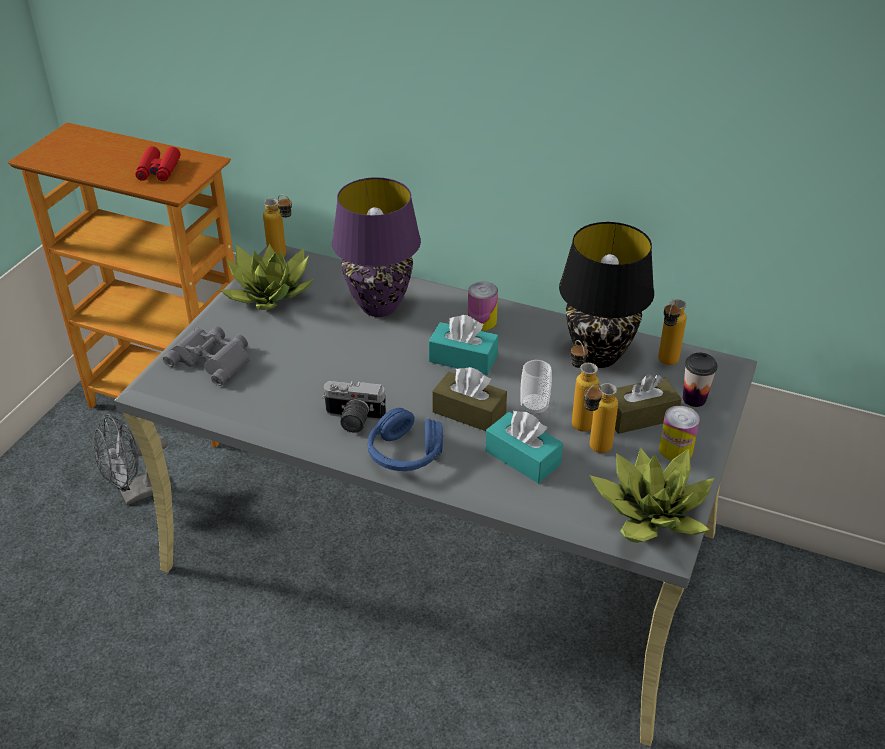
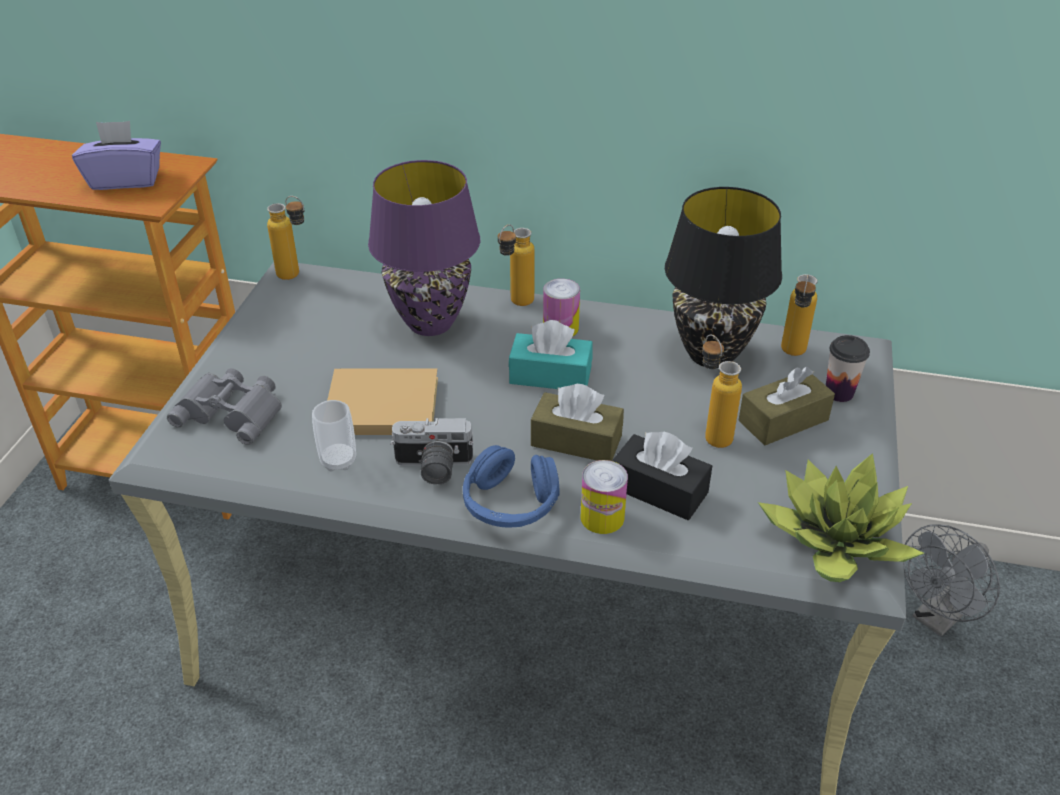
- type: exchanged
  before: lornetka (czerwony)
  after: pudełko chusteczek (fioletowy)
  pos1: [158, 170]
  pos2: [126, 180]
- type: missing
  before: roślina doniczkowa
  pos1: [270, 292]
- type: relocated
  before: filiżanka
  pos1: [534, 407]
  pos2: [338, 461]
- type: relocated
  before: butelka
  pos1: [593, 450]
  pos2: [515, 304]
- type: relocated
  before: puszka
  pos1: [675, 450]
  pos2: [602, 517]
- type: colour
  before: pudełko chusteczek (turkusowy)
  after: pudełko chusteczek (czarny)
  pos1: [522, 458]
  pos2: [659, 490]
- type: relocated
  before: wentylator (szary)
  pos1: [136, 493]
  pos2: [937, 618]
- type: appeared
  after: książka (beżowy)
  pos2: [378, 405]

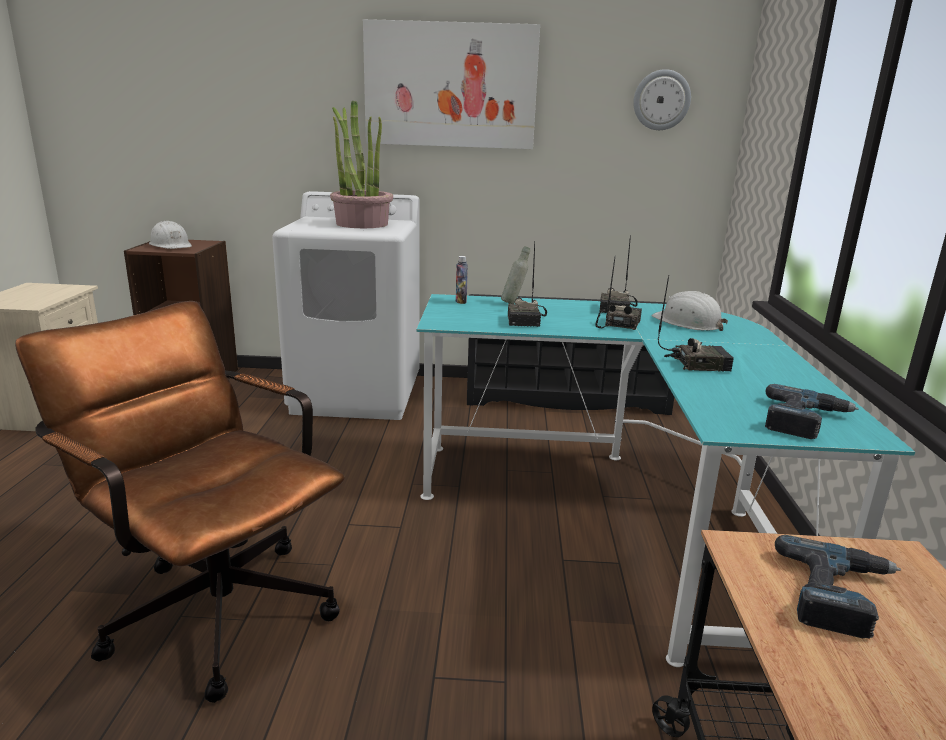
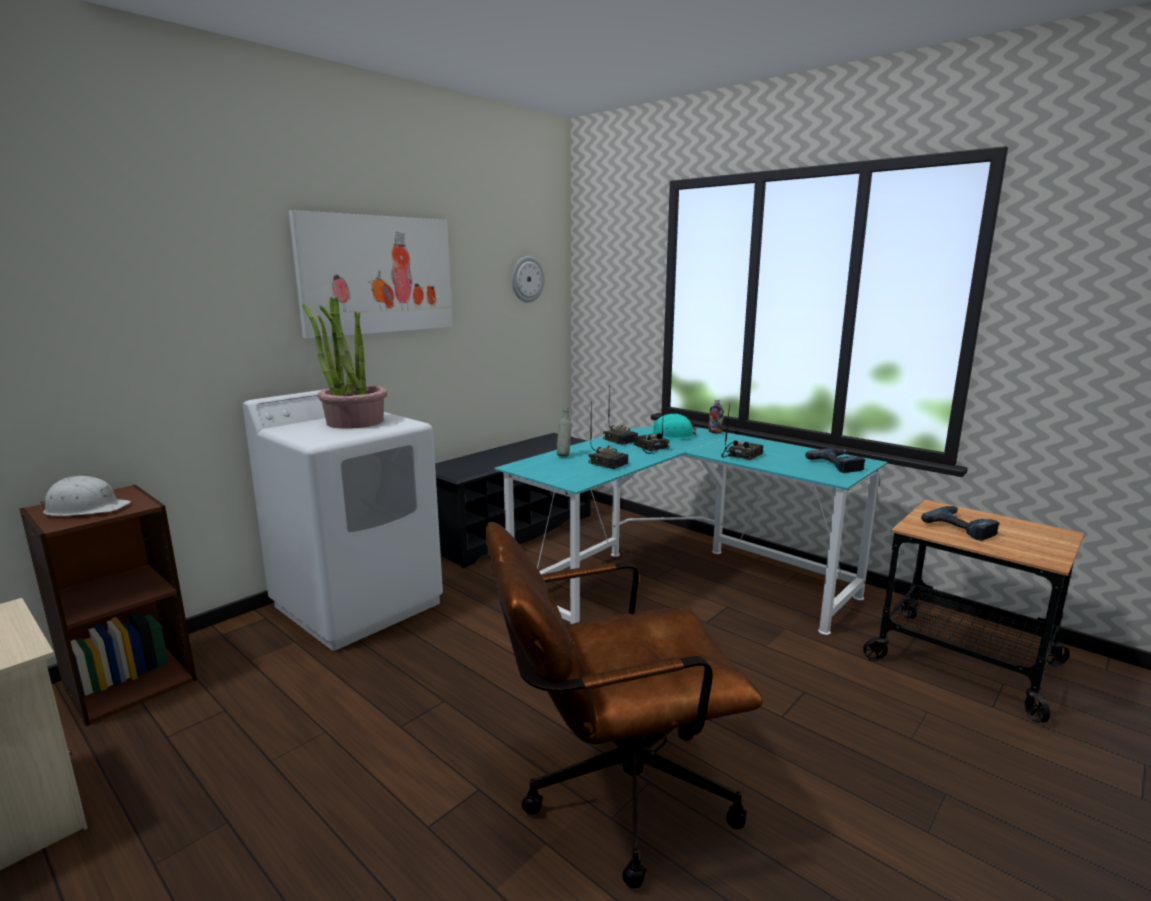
- type: relocated
  before: butelka
  pos1: [461, 301]
  pos2: [715, 432]
- type: colour
  before: kask (biały)
  after: kask (turkusowy)
  pos1: [688, 322]
  pos2: [670, 436]

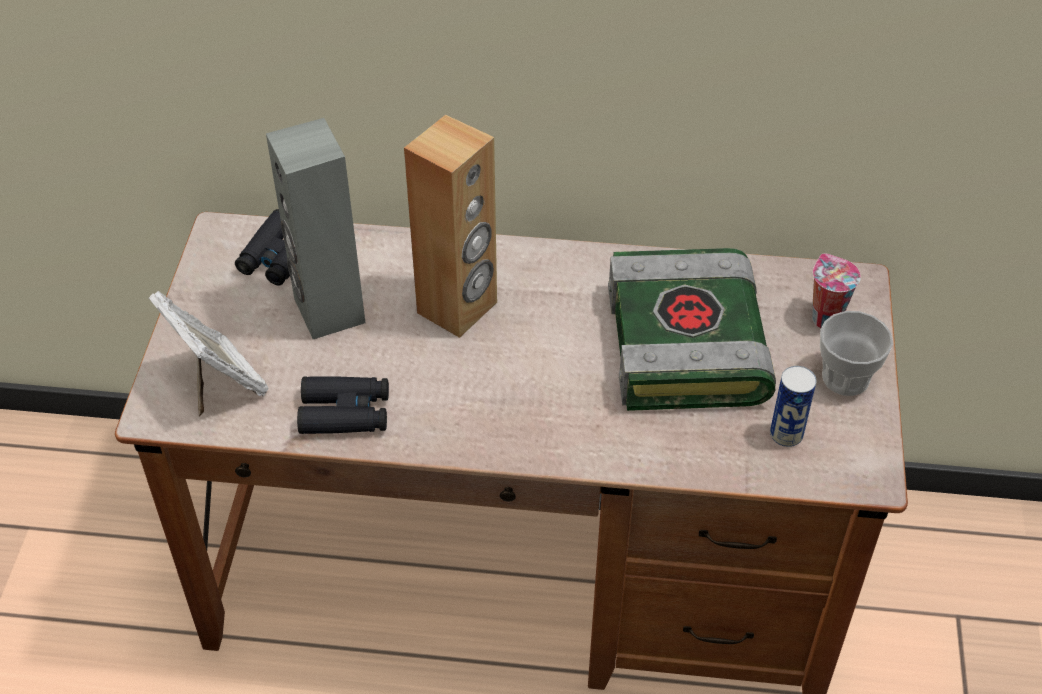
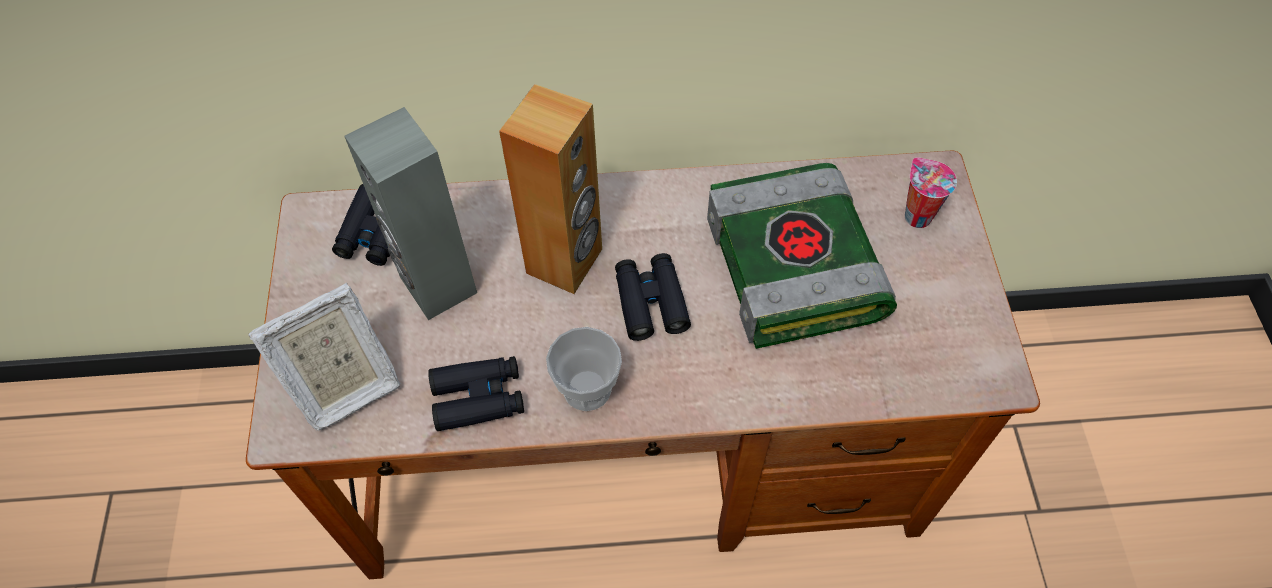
- type: spun
  before: ramka na zdjęcie
  pos1: [220, 384]
  pos2: [344, 387]
  turn: 105
- type: relocated
  before: filiżanka
  pos1: [845, 378]
  pos2: [587, 389]
- type: missing
  before: puszka
  pos1: [786, 434]
- type: appeared
  after: lornetka (czarny)
  pos2: [651, 302]

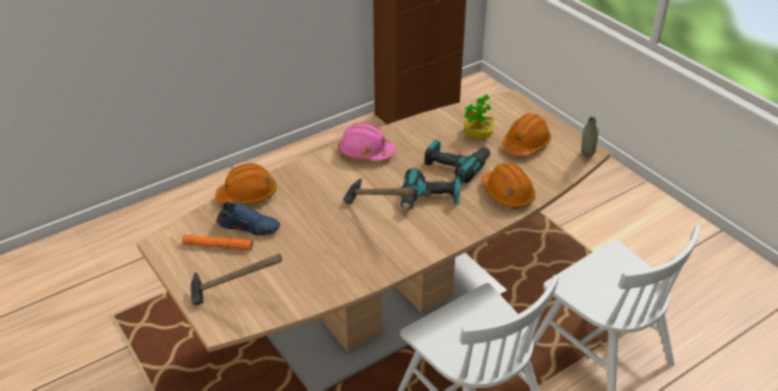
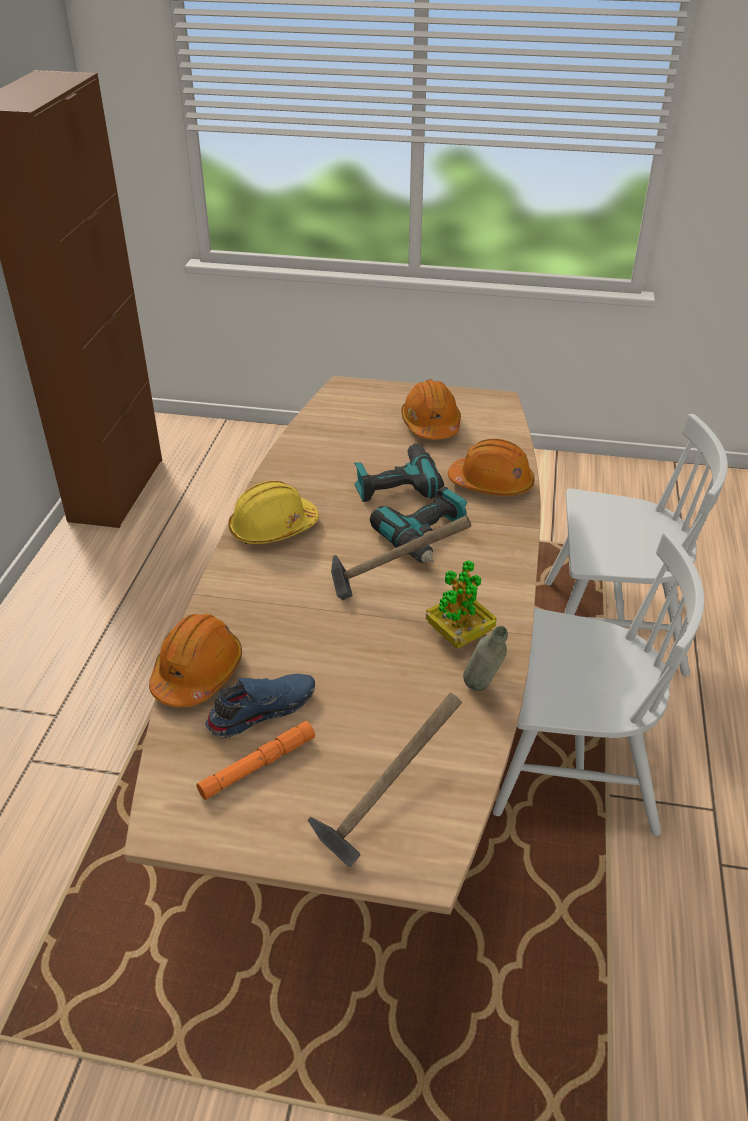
- type: relocated
  before: roślina doniczkowa
  pos1: [477, 135]
  pos2: [459, 634]
- type: relocated
  before: butelka (szary)
  pos1: [586, 157]
  pos2: [482, 692]
- type: colour
  before: kask (różowy)
  after: kask (żółty)
  pos1: [365, 152]
  pos2: [273, 528]

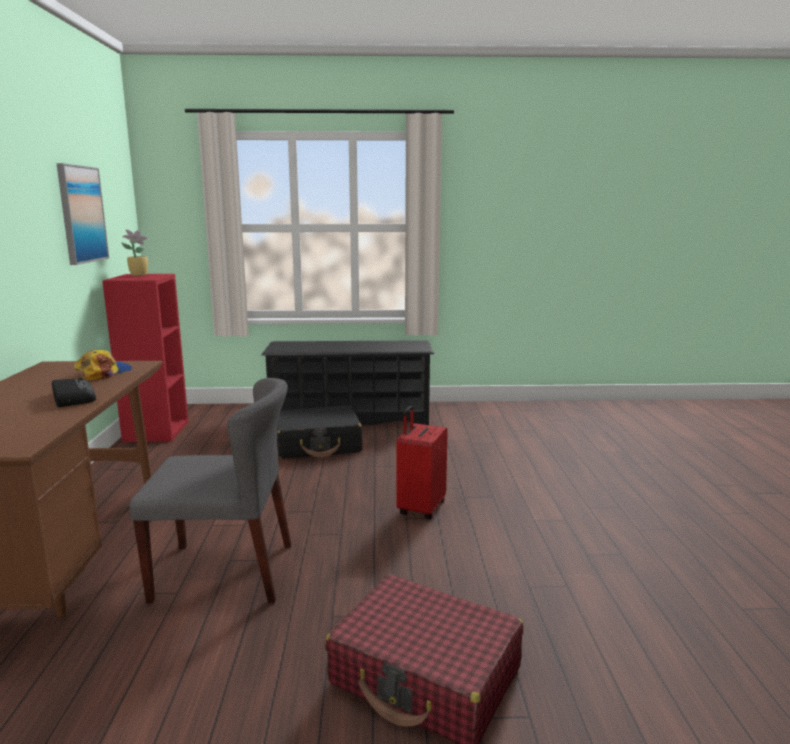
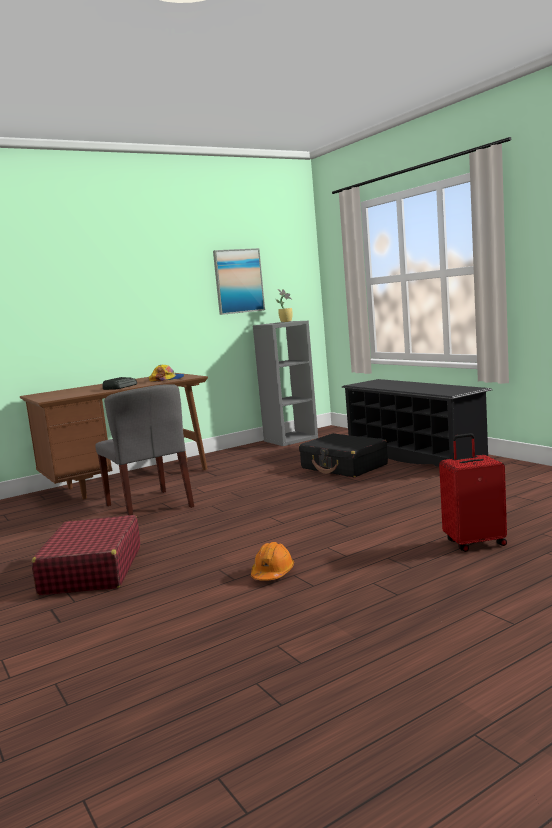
- type: colour
  before: regał (czerwony)
  after: regał (szary)
  pos1: [156, 431]
  pos2: [291, 439]
- type: relocated
  before: walizka (czerwony)
  pos1: [420, 508]
  pos2: [474, 543]
- type: appeared
  after: kask (pomarańczowy)
  pos2: [272, 573]

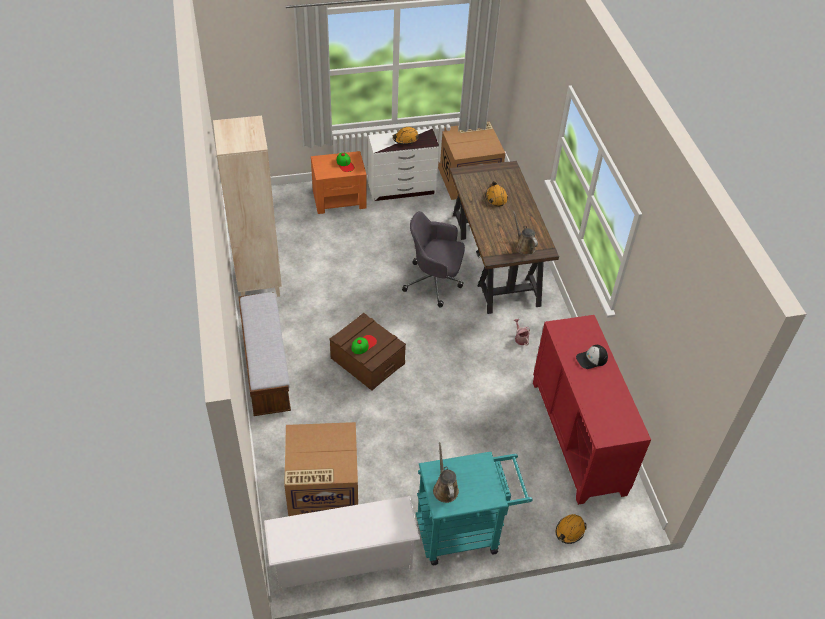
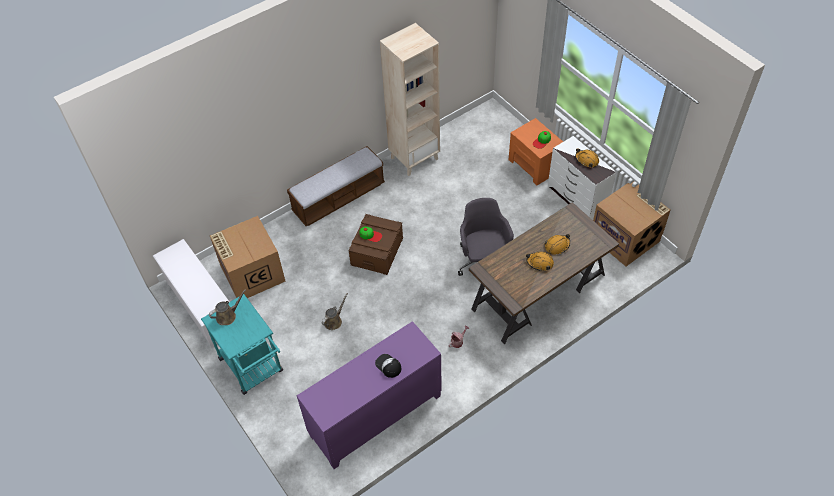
- type: relocated
  before: konewka (brązowy)
  pos1: [524, 246]
  pos2: [334, 321]
- type: colour
  before: szafka (czerwony)
  after: szafka (fioletowy)
  pos1: [578, 437]
  pos2: [376, 416]
- type: relocated
  before: kask (pomarańczowy)
  pos1: [570, 531]
  pos2: [540, 262]

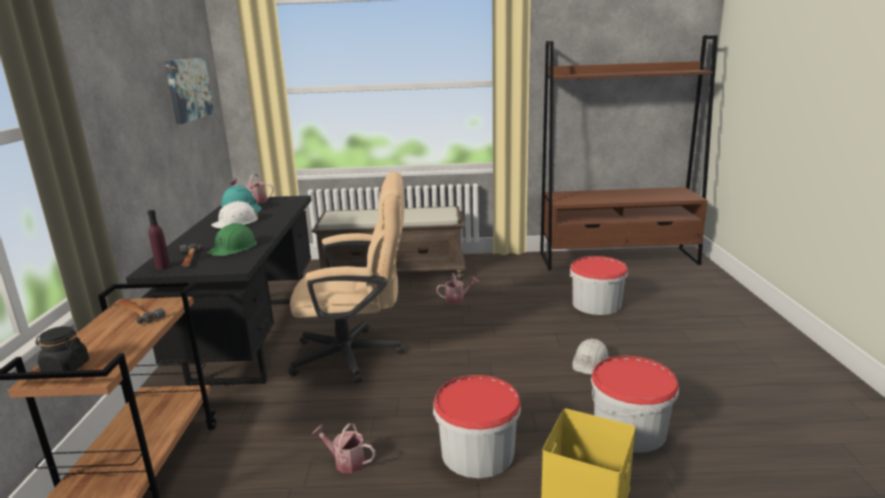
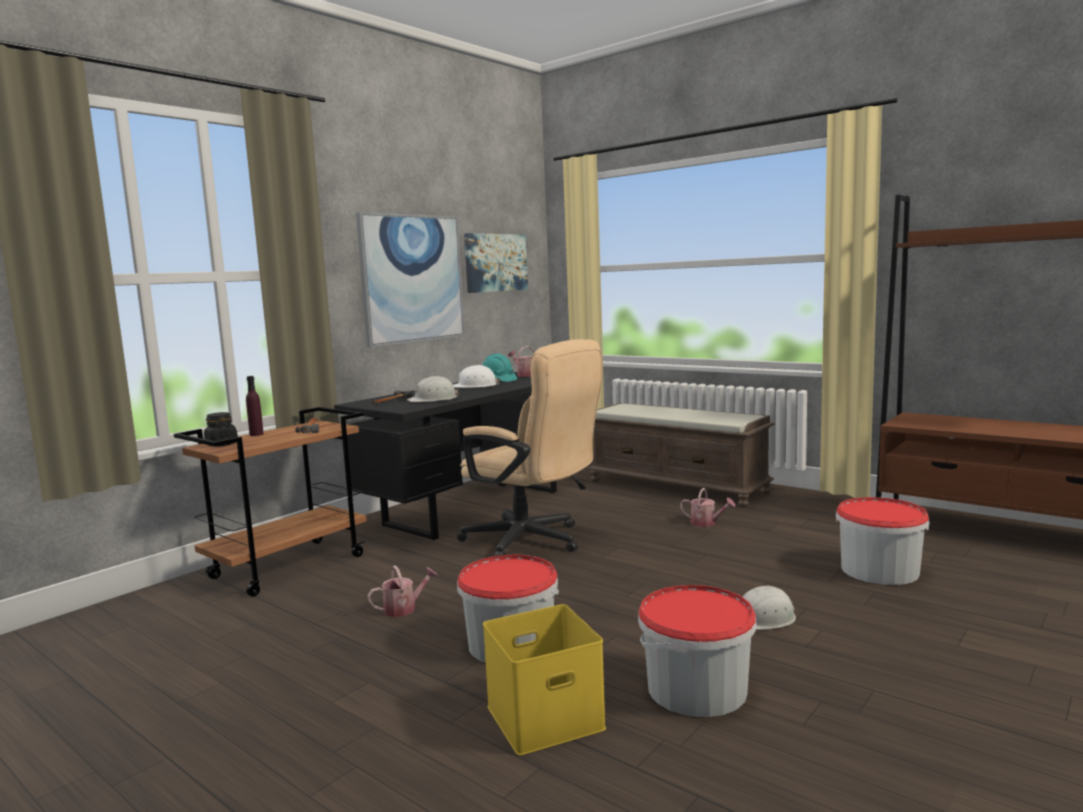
- type: relocated
  before: butelka (fioletowy)
  pos1: [163, 267]
  pos2: [256, 434]
- type: colour
  before: kask (zielony)
  after: kask (biały)
  pos1: [234, 248]
  pos2: [433, 399]
- type: spun
  before: konewka
  pos1: [346, 462]
  pos2: [404, 609]
  turn: 90
- type: appeared
  after: obraz
  pos2: [412, 279]

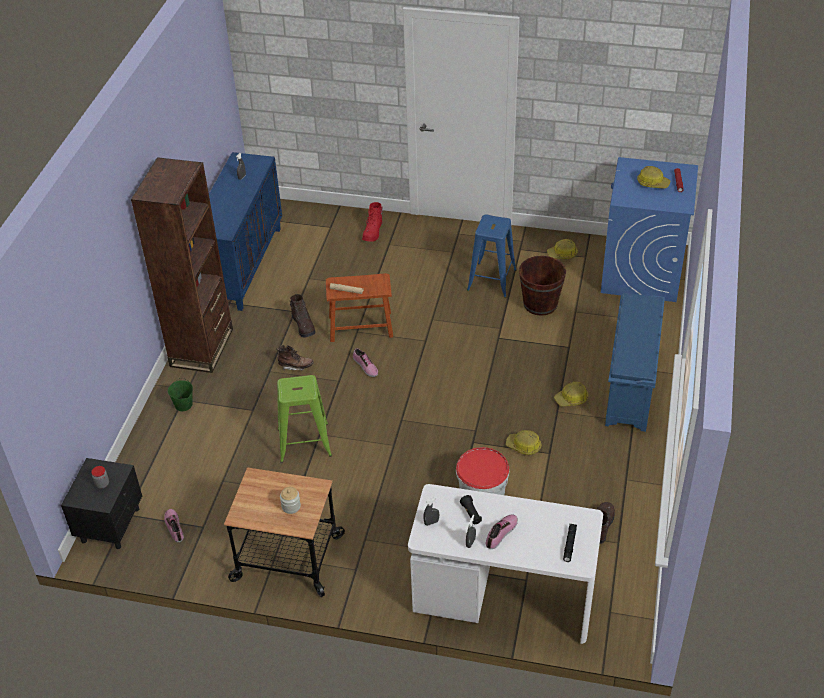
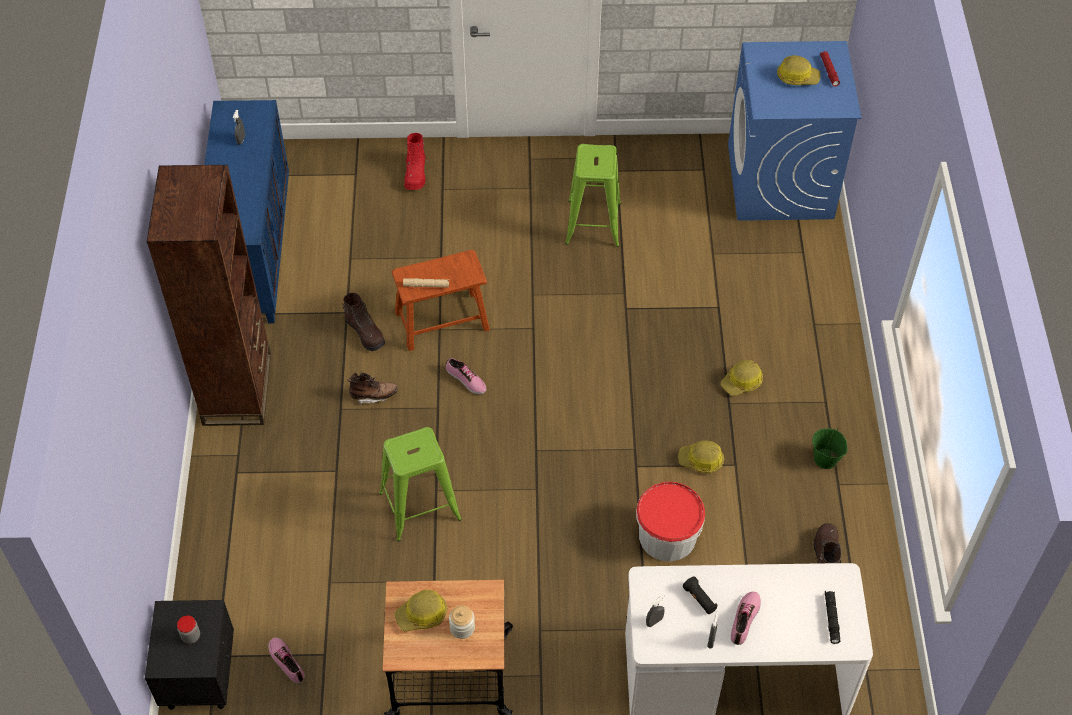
- type: colour
  before: stołek (niebieski)
  after: stołek (zielony)
  pos1: [491, 280]
  pos2: [593, 223]
- type: relocated
  before: kask
  pos1: [562, 254]
  pos2: [422, 615]
- type: missing
  before: wiadro (brązowy)
  pos1: [540, 304]
- type: missing
  before: regał na buty (niebieski)
  pos1: [631, 387]
- type: relocated
  before: wiadro (zielony)
  pos1: [183, 405]
  pos2: [826, 459]

